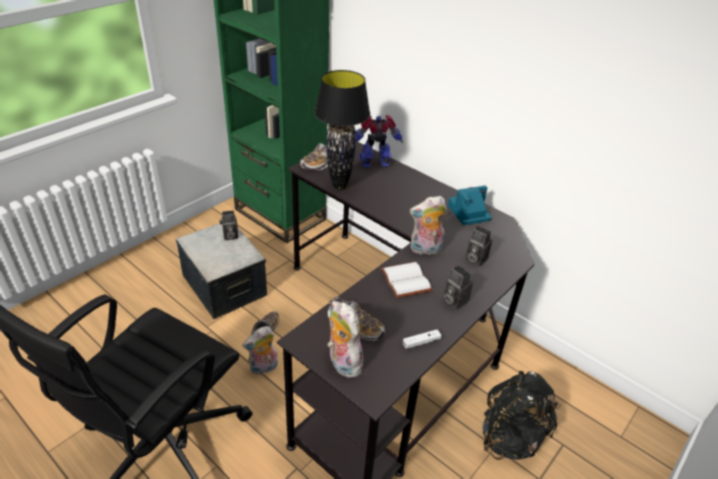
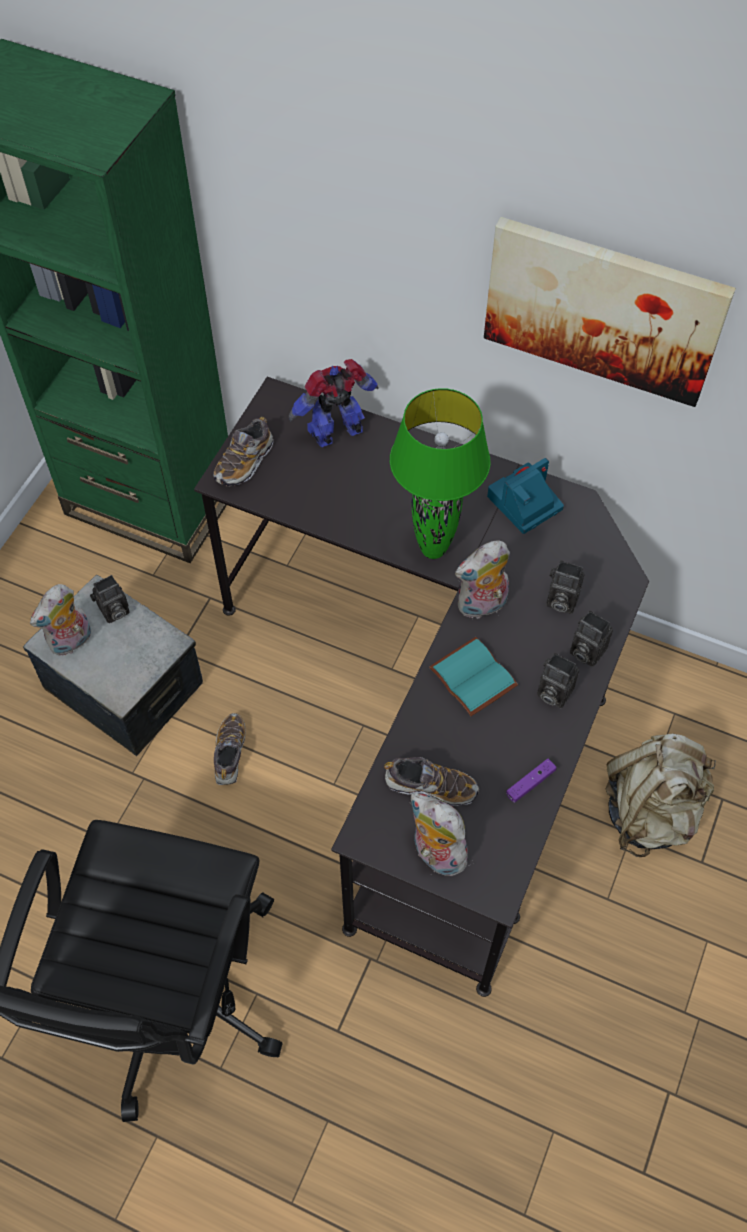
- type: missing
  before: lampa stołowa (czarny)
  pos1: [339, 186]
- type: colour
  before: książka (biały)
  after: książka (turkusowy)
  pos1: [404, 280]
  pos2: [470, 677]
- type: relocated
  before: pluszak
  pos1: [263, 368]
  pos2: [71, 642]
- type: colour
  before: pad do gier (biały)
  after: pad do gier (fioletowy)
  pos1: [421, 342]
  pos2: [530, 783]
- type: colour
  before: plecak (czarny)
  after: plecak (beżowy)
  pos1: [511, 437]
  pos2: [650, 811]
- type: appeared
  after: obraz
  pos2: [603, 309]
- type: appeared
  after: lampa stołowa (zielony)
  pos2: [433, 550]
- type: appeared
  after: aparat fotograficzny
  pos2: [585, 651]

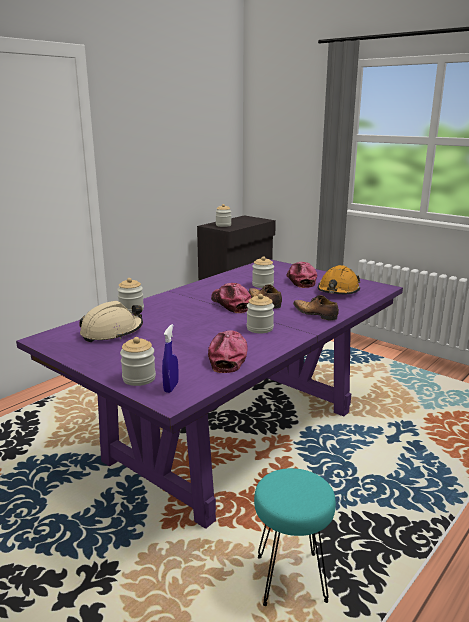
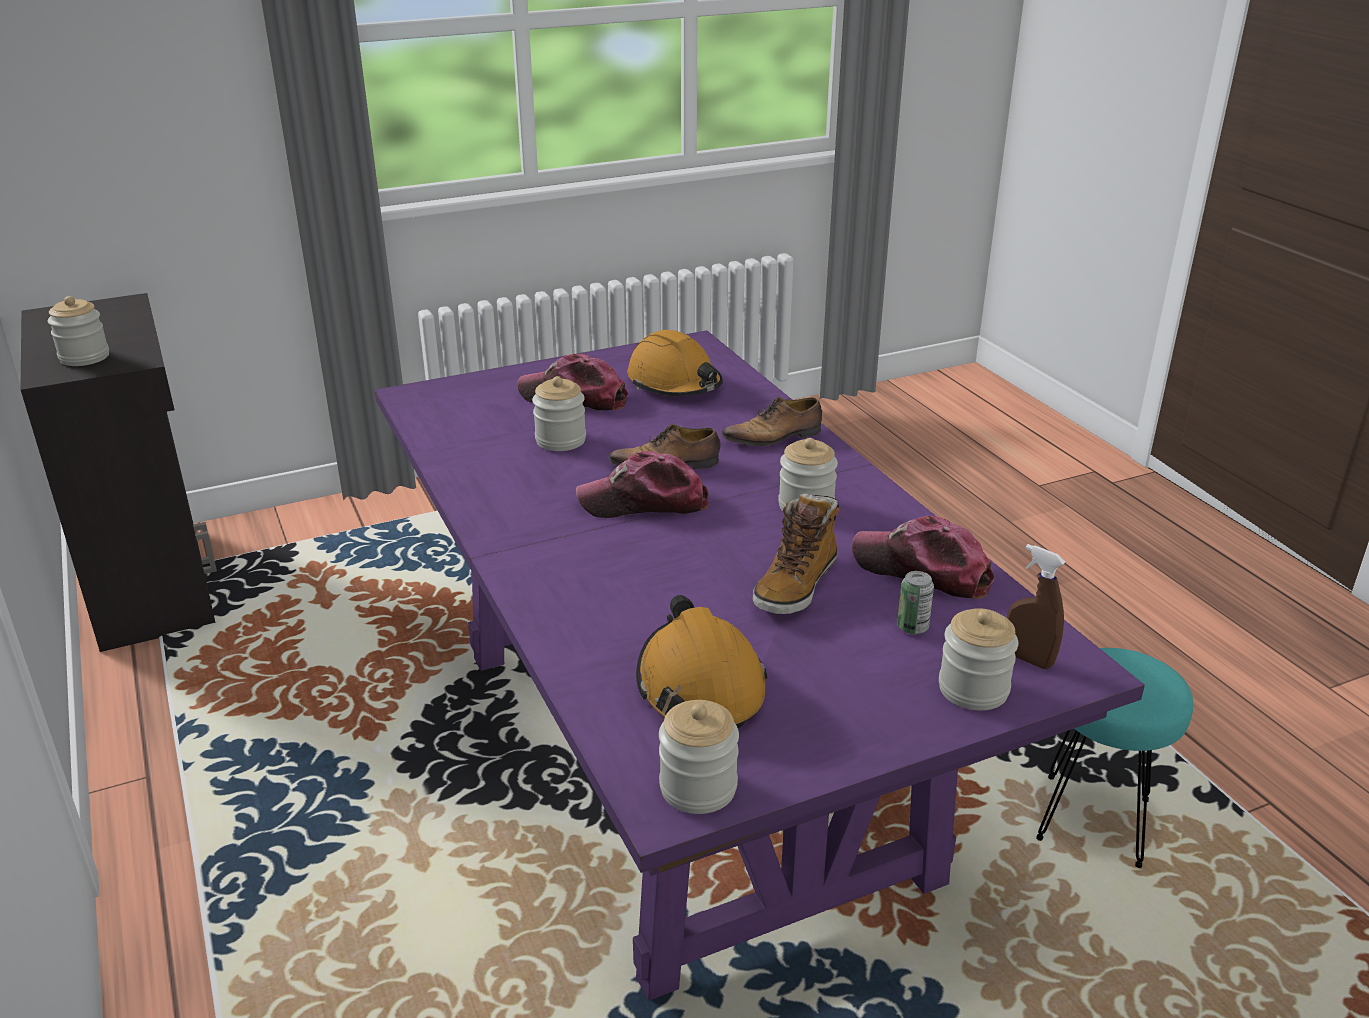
- type: relocated
  before: słoik
  pos1: [131, 310]
  pos2: [698, 788]
- type: colour
  before: kask (beżowy)
  after: kask (pomarańczowy)
  pos1: [112, 332]
  pos2: [700, 685]
- type: colour
  before: spryskiwacz (niebieski)
  after: spryskiwacz (brązowy)
  pos1: [171, 387]
  pos2: [1028, 659]
- type: appeared
  after: but z cholewką
  pos2: [796, 586]
- type: appeared
  after: puszka
  pos2: [912, 627]

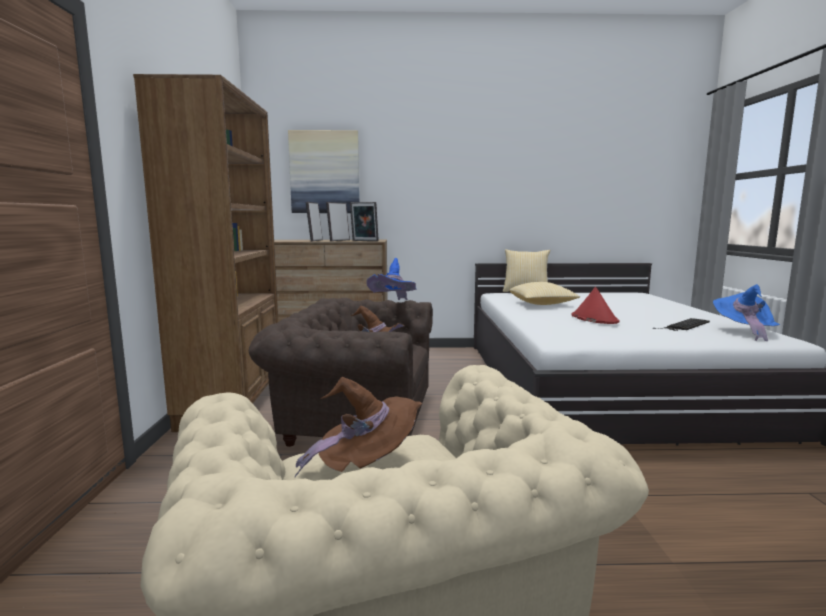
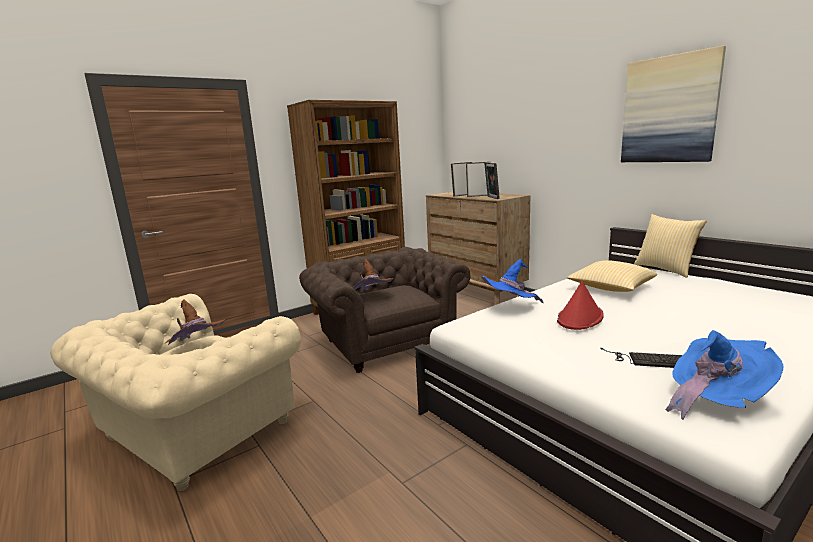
- type: relocated
  before: obraz
  pos1: [325, 172]
  pos2: [669, 110]
- type: relocated
  before: kapelusz (niebieski)
  pos1: [393, 305]
  pos2: [510, 308]

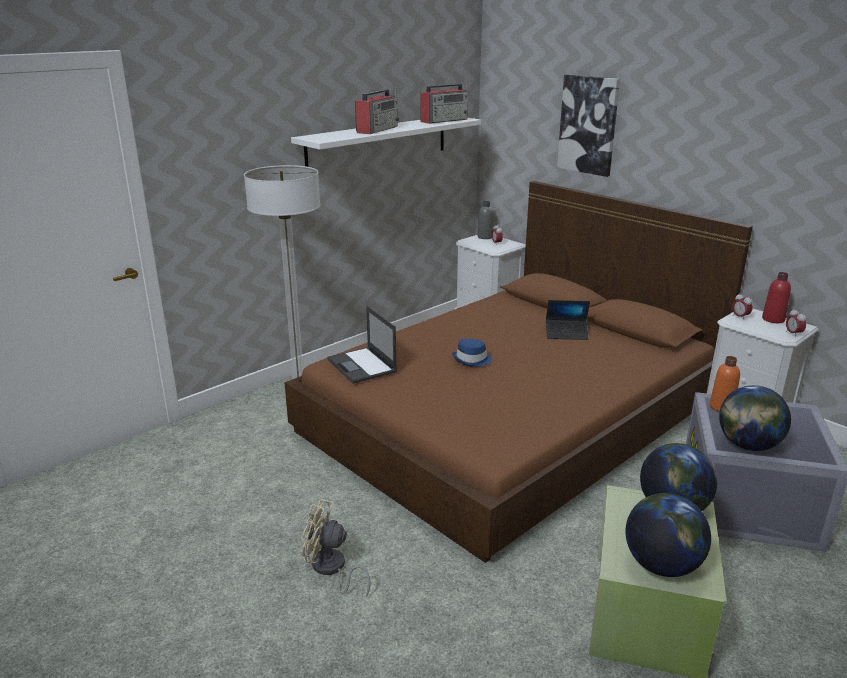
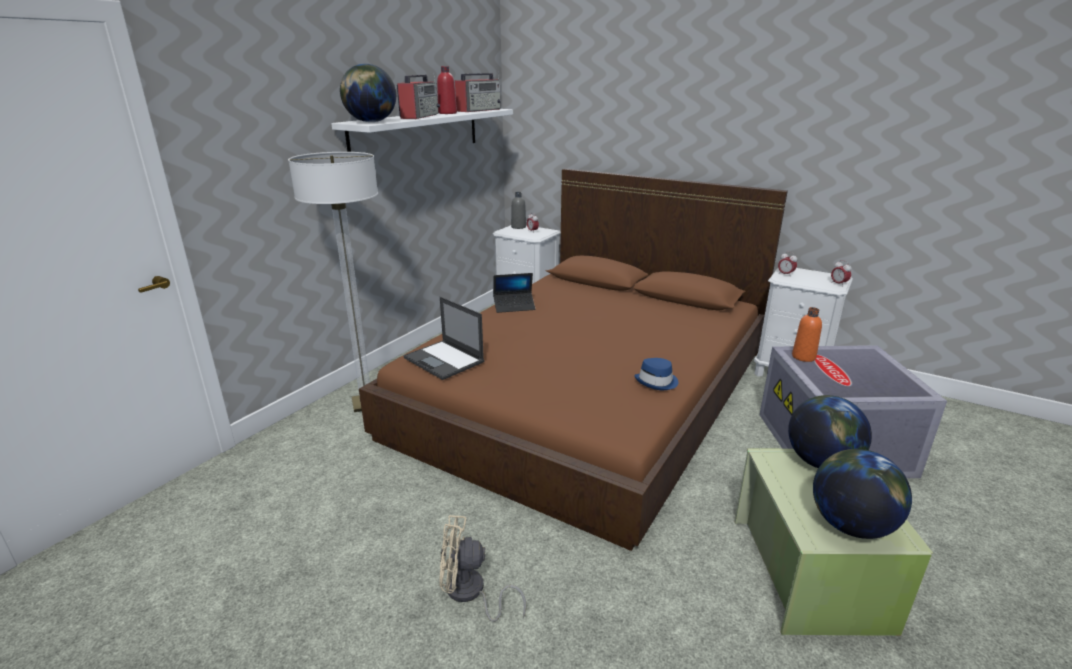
- type: missing
  before: obraz
  pos1: [588, 125]
- type: relocated
  before: butelka (czerwony)
  pos1: [773, 319]
  pos2: [447, 113]
- type: relocated
  before: laptop
  pos1: [566, 334]
  pos2: [514, 306]
- type: relocated
  before: kapelusz (niebieski)
  pos1: [472, 360]
  pos2: [657, 382]
- type: relocated
  before: globus
  pos1: [748, 445]
  pos2: [371, 122]

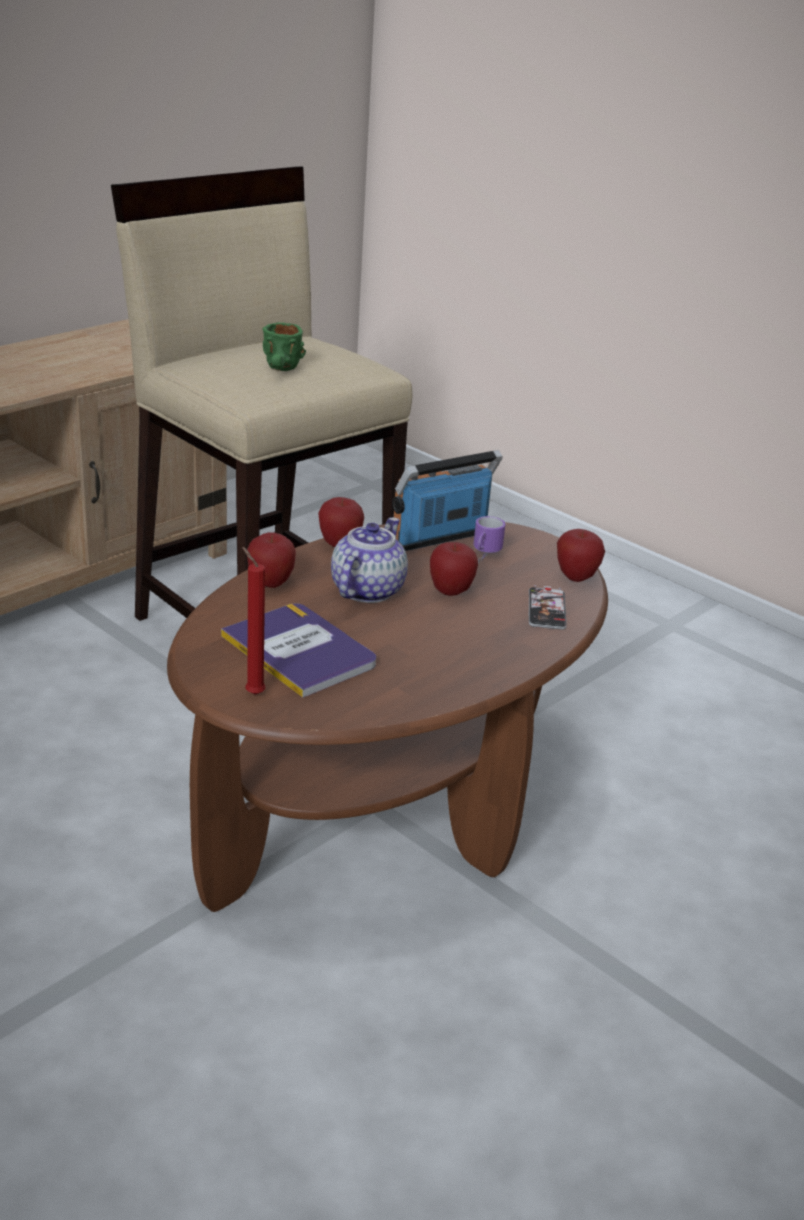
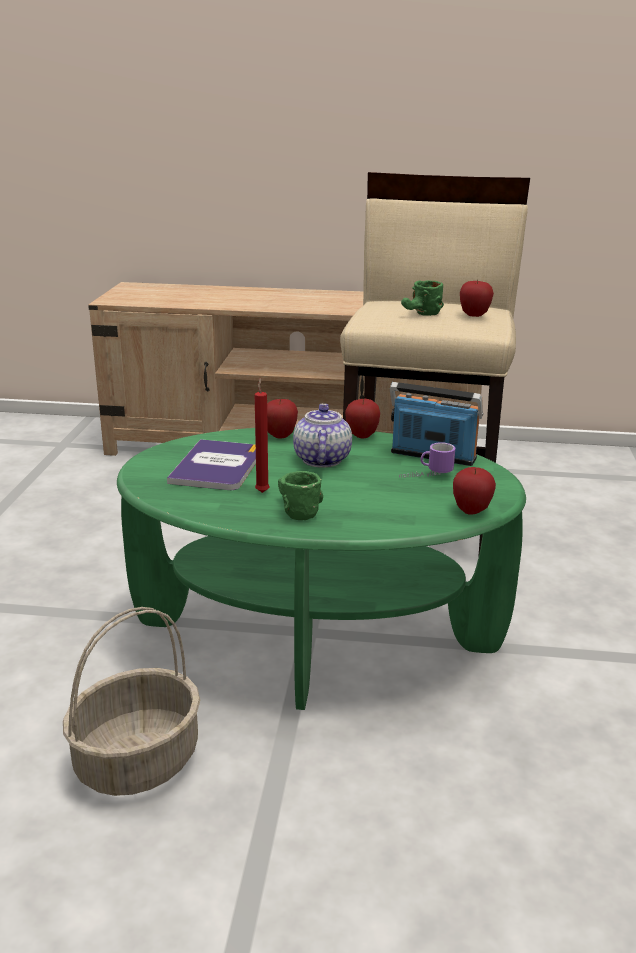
- type: spun
  before: imbryk
  pos1: [366, 590]
  pos2: [321, 459]
  turn: -75
- type: colour
  before: ława (brązowy)
  after: ława (zielony)
  pos1: [387, 804]
  pos2: [316, 637]
- type: relocated
  before: jabłko
  pos1: [450, 592]
  pos2: [474, 316]
- type: relocated
  before: świeca (czerwony)
  pos1: [252, 693]
  pos2: [262, 491]
- type: missing
  before: telefon
  pos1: [546, 610]
- type: appeared
  after: kubek (zielony)
  pos2: [293, 510]
- type: appeared
  after: koszyk
  pos2: [138, 760]

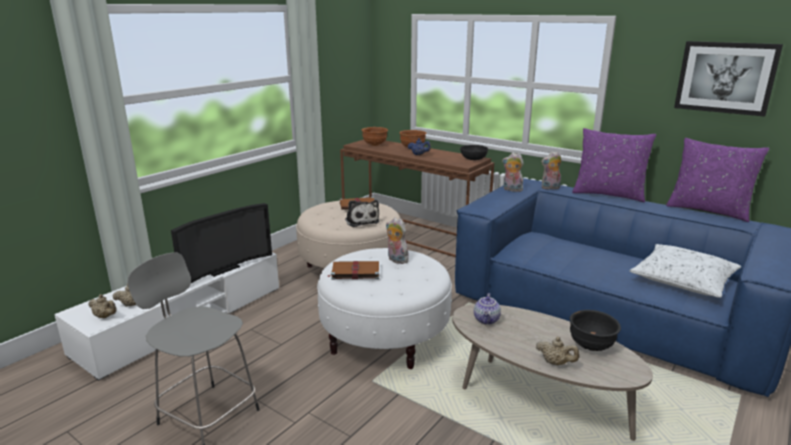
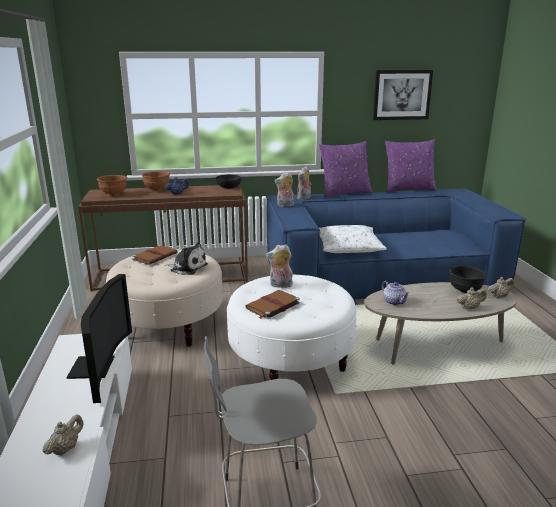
- type: relocated
  before: poduszka (biały)
  pos1: [683, 280]
  pos2: [348, 247]
- type: relocated
  before: imbryk (beżowy)
  pos1: [105, 316]
  pos2: [499, 296]

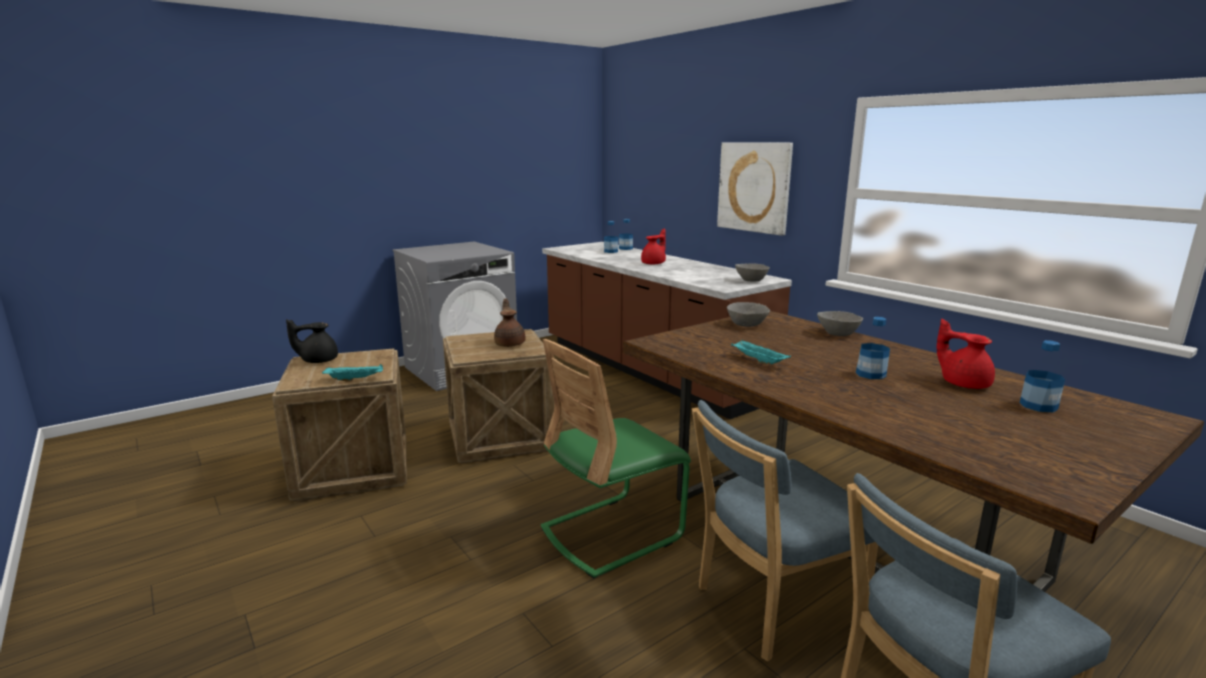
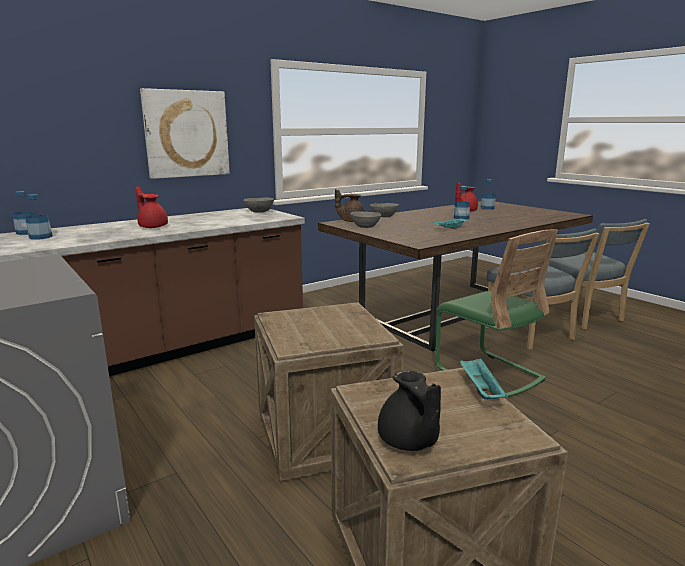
- type: relocated
  before: imbryk (brązowy)
  pos1: [510, 344]
  pos2: [351, 221]

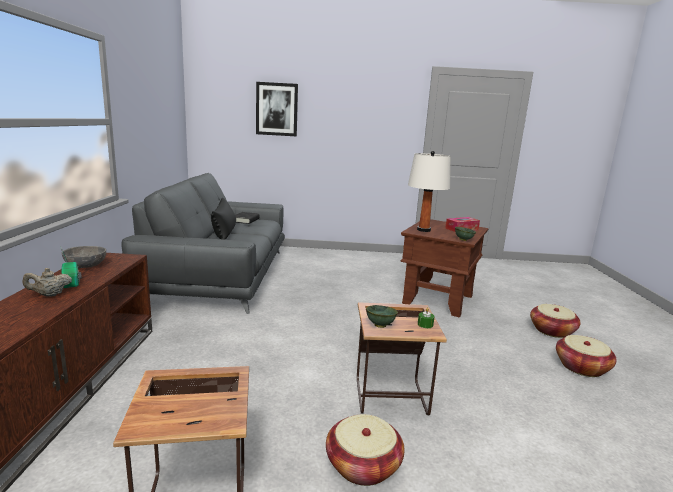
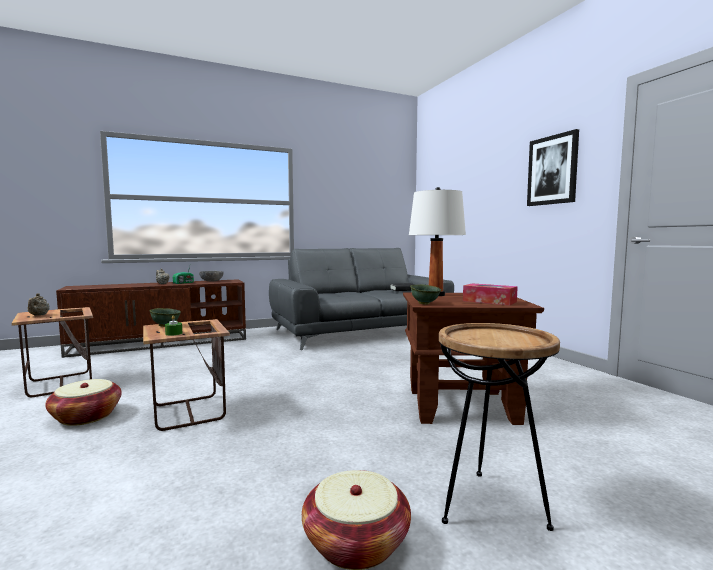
- type: relocated
  before: obraz
  pos1: [277, 109]
  pos2: [552, 170]
- type: missing
  before: poduszka (czarny)
  pos1: [224, 232]
- type: exchanged
  before: koszyk
  after: stolik (brązowy)
  pos1: [552, 331]
  pos2: [489, 506]
- type: appeared
  after: imbryk (beżowy)
  pos2: [39, 315]

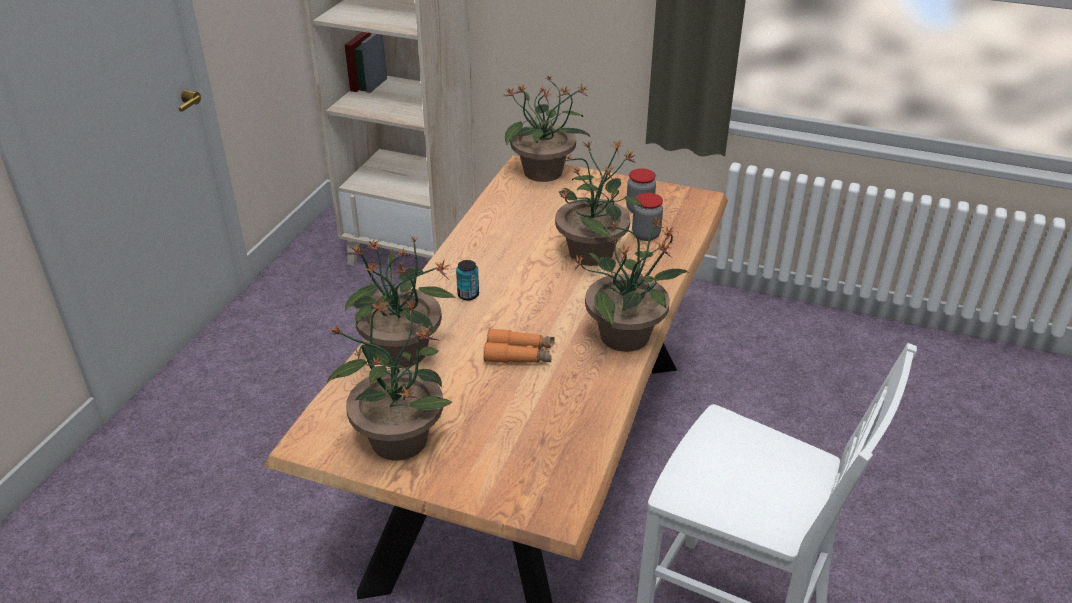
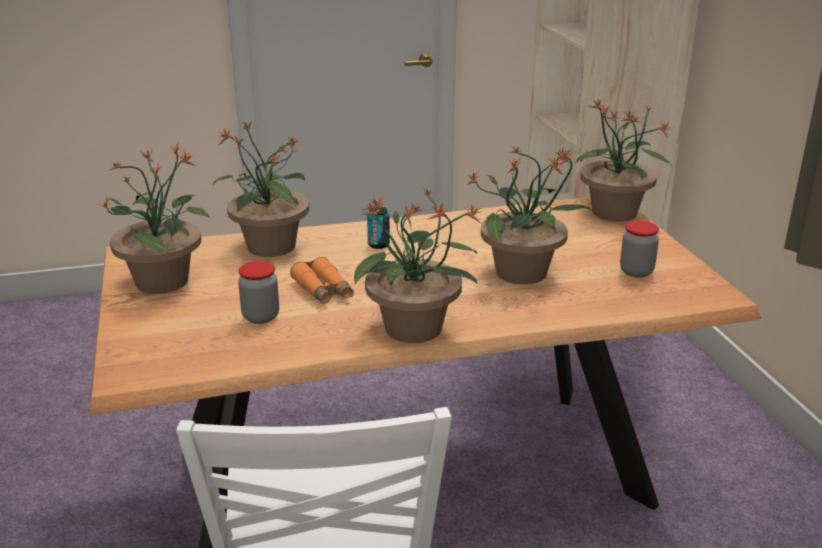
- type: relocated
  before: słoik
  pos1: [646, 235]
  pos2: [261, 317]

